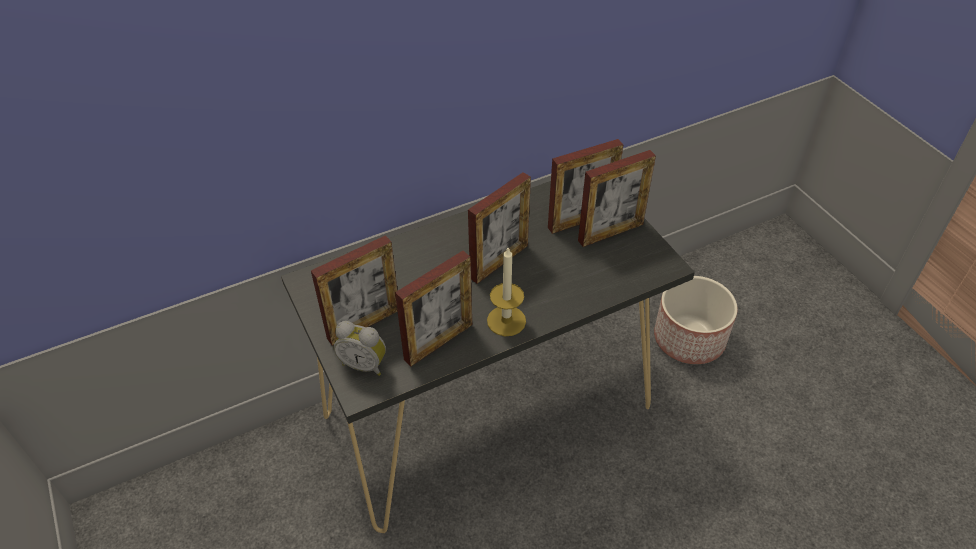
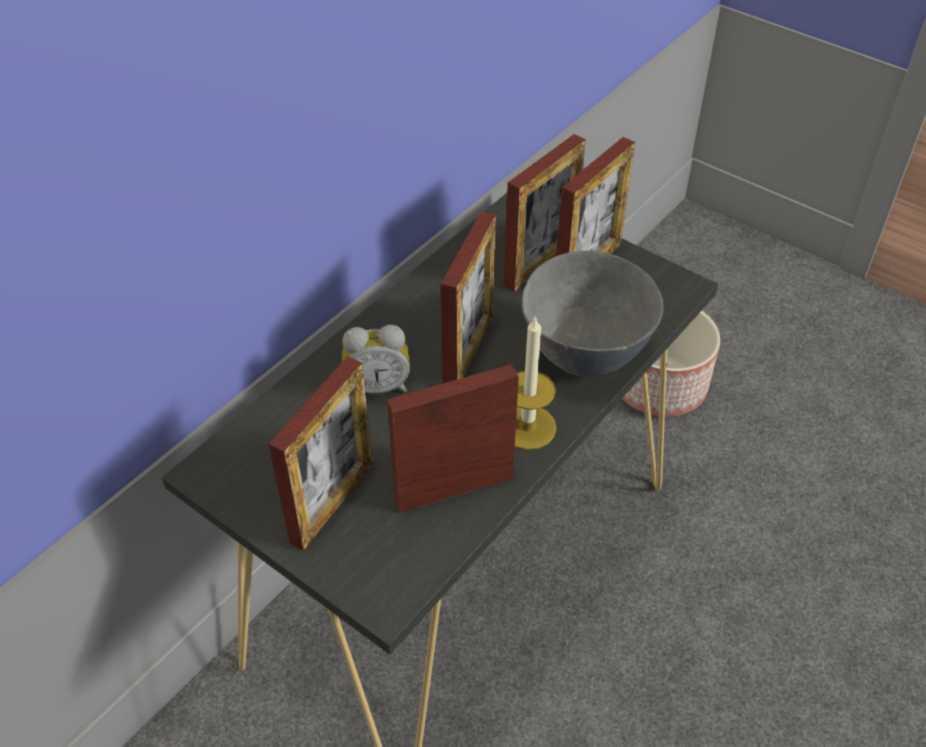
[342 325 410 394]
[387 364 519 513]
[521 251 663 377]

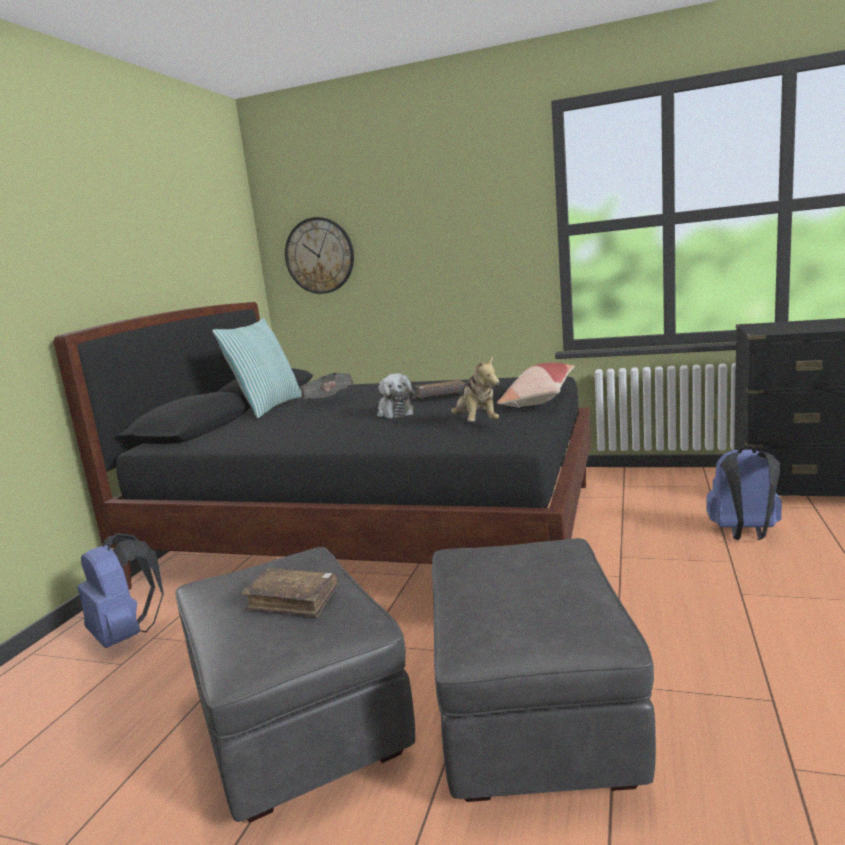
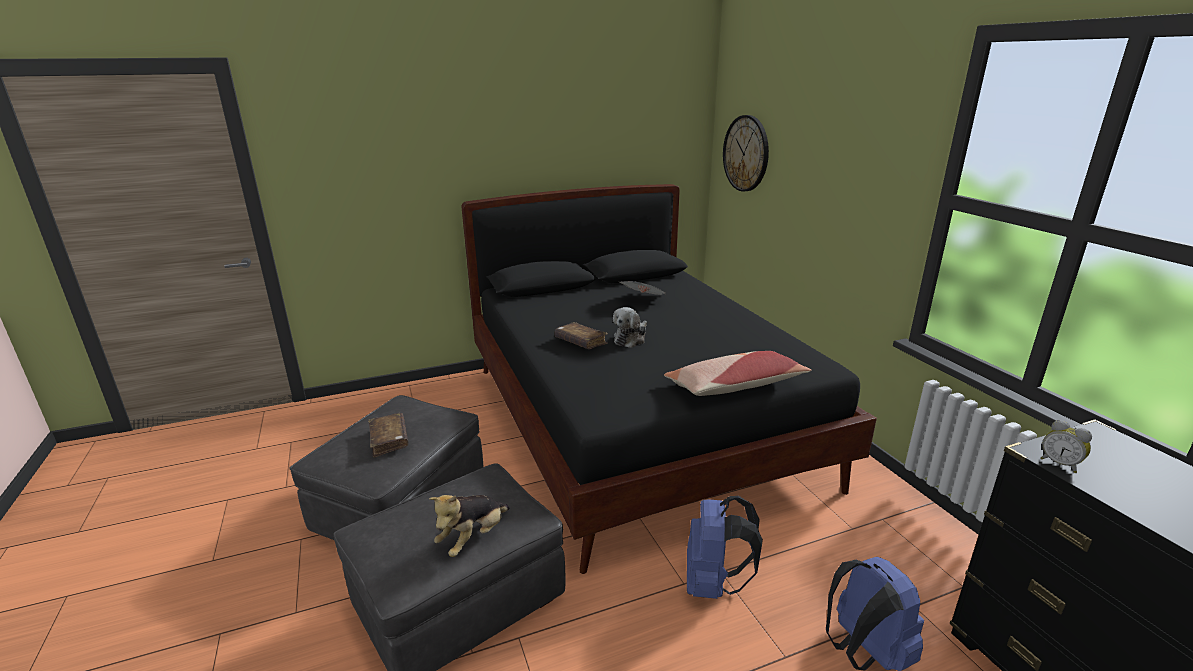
[687 496 763 599]
[212 318 302 418] (first image)
[554 322 608 349]
[429 495 509 557]
[1041 420 1092 473]

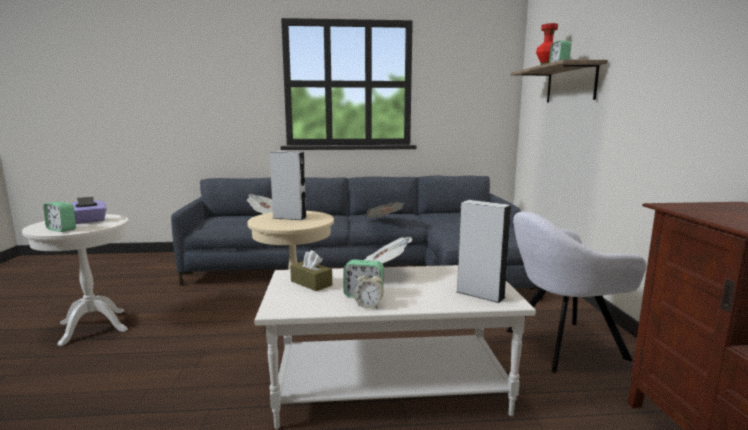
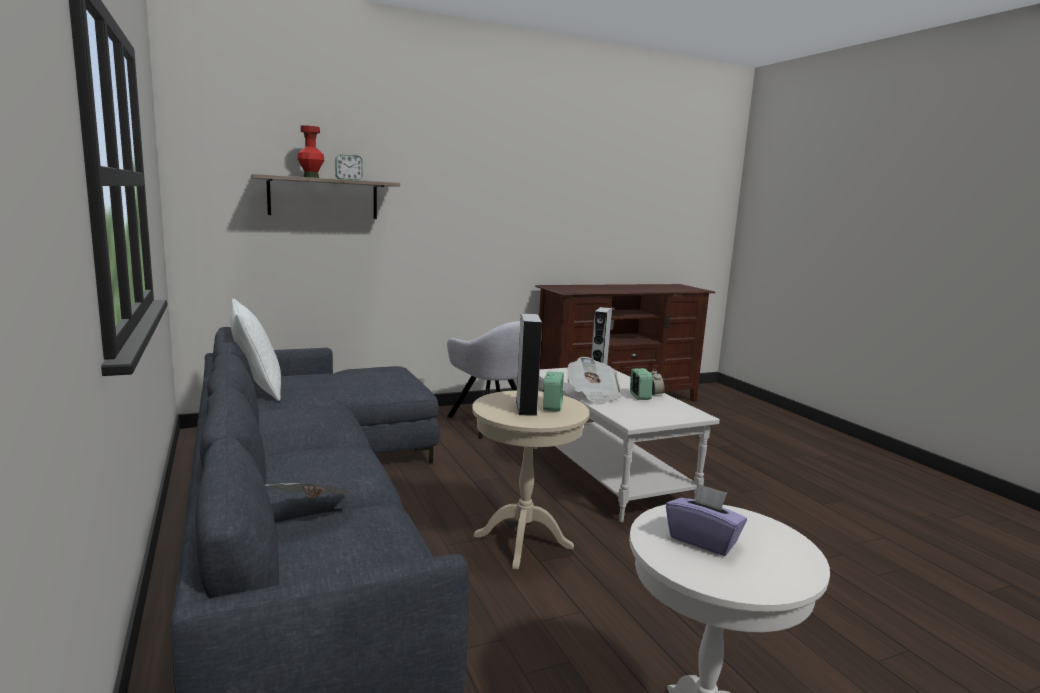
[543 372 564 412]
[290 250 332 291] (first image)
[365 202 404 218] (first image)
[230 298 281 401]

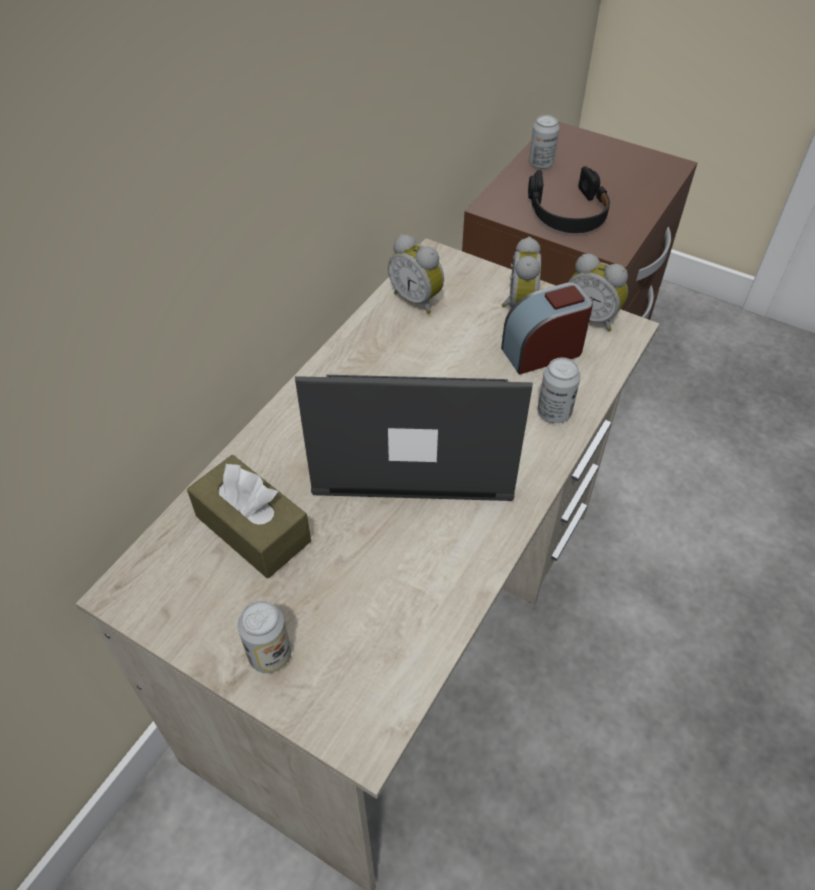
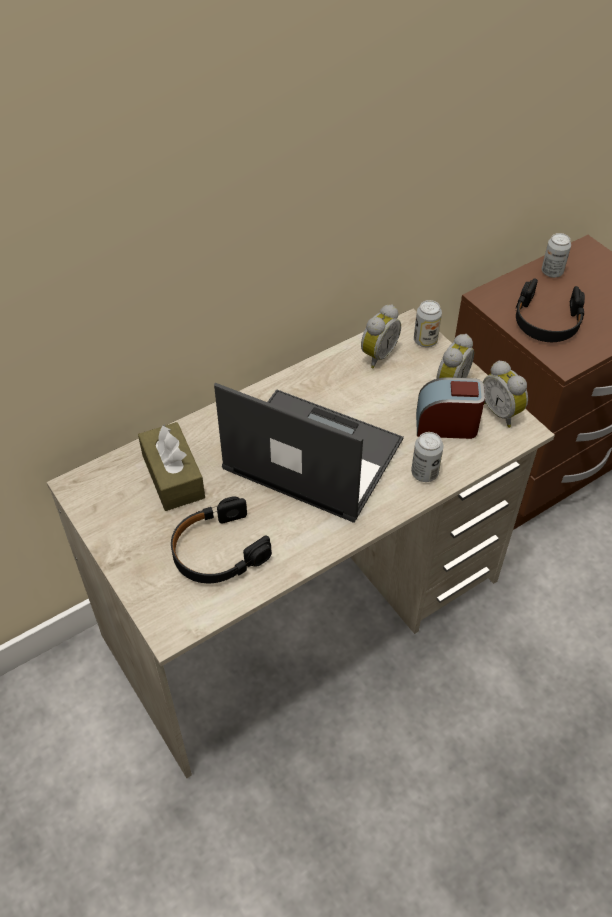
[414 300 442 347]
[361 304 401 368]
[171 496 272 583]

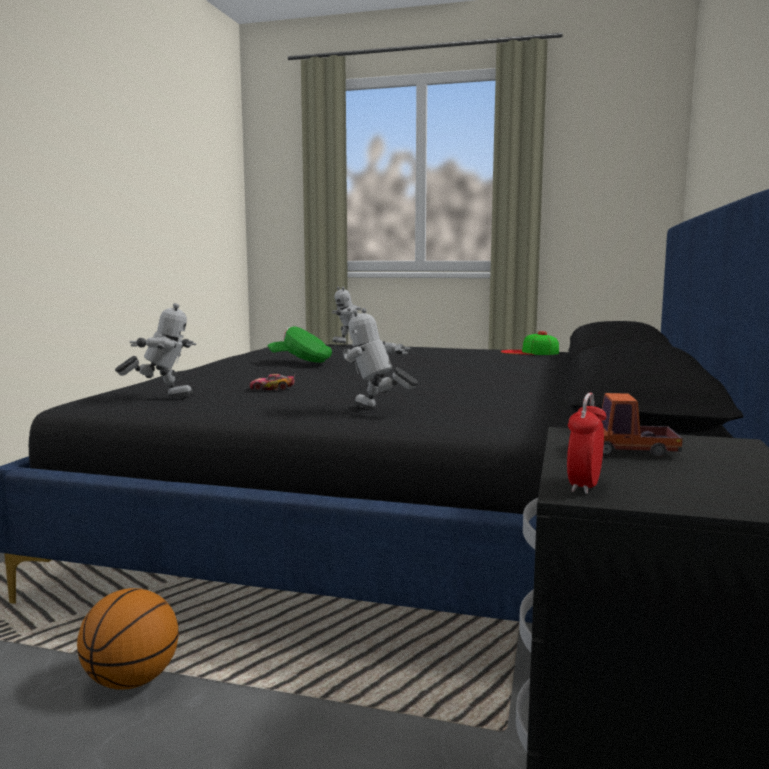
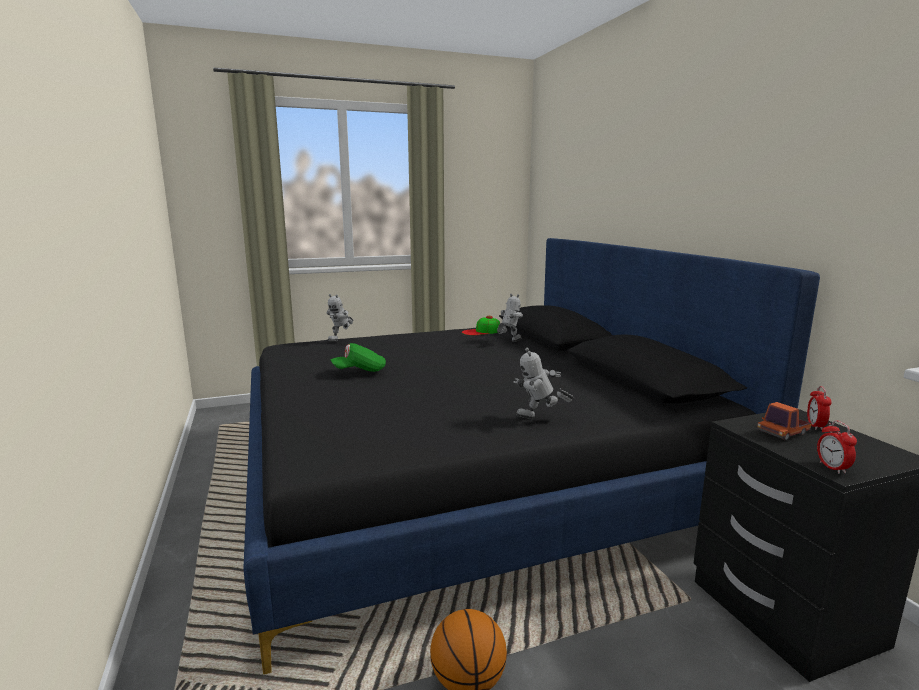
[497 294 523 342]
[250 374 295 391] (first image)
[807 386 832 430]

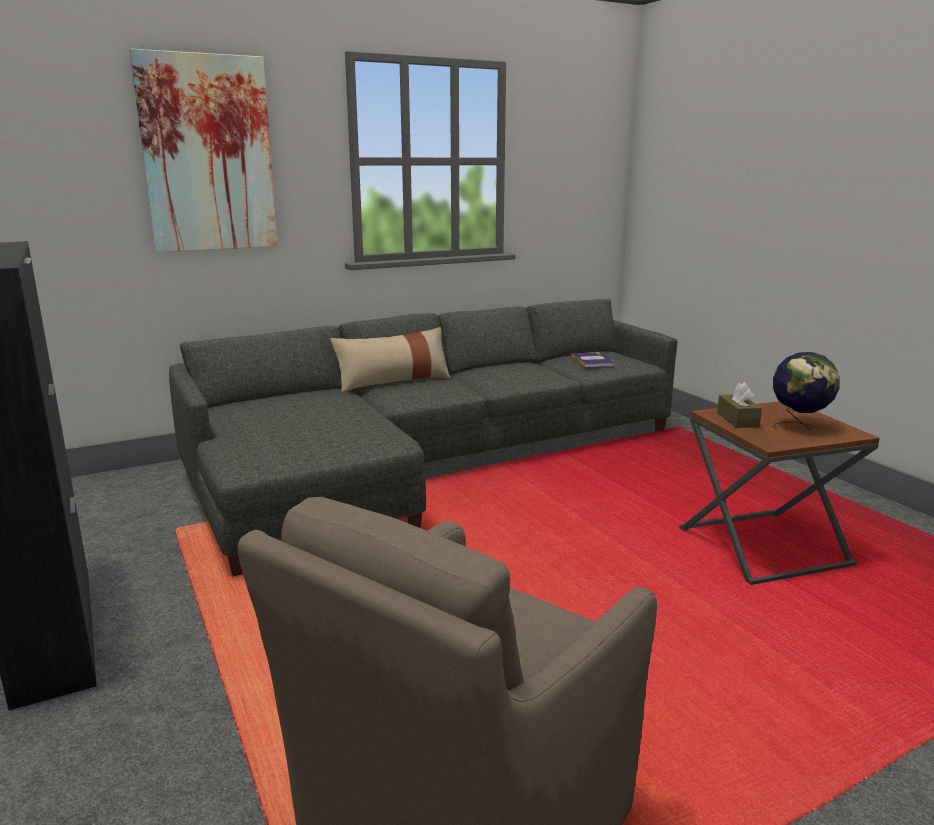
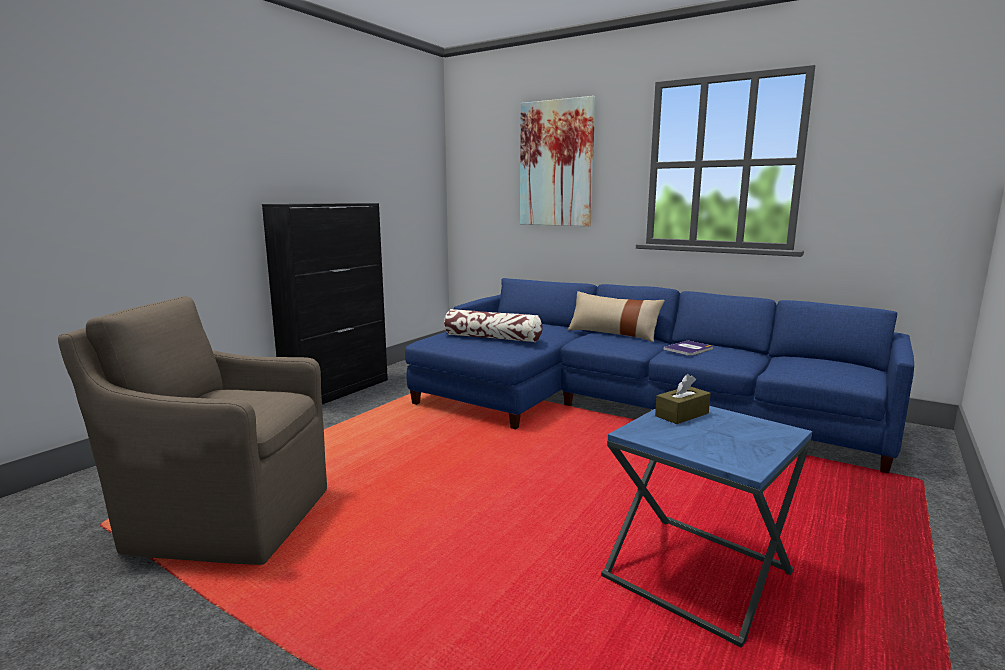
[405 278 914 473]
[663 340 713 356]
[601 406 812 647]
[772 352 840 430] (first image)
[444 309 543 342]

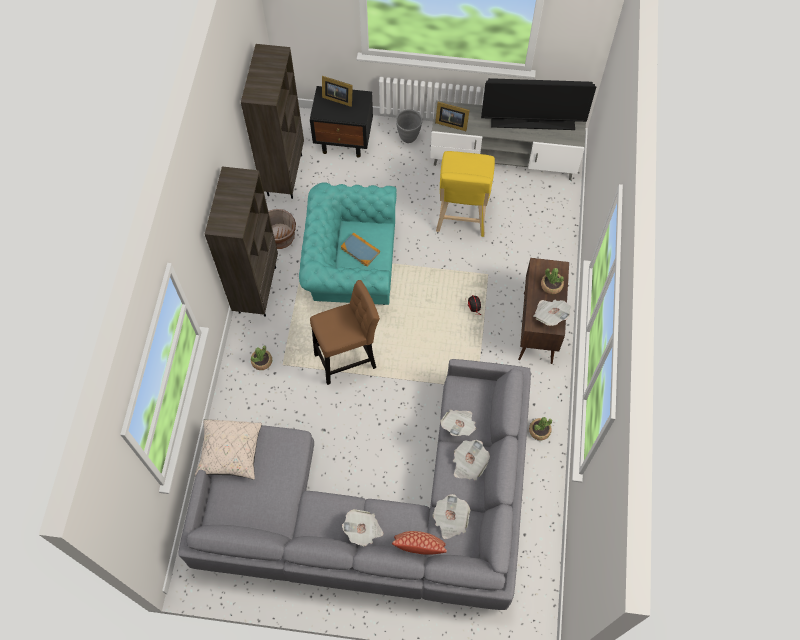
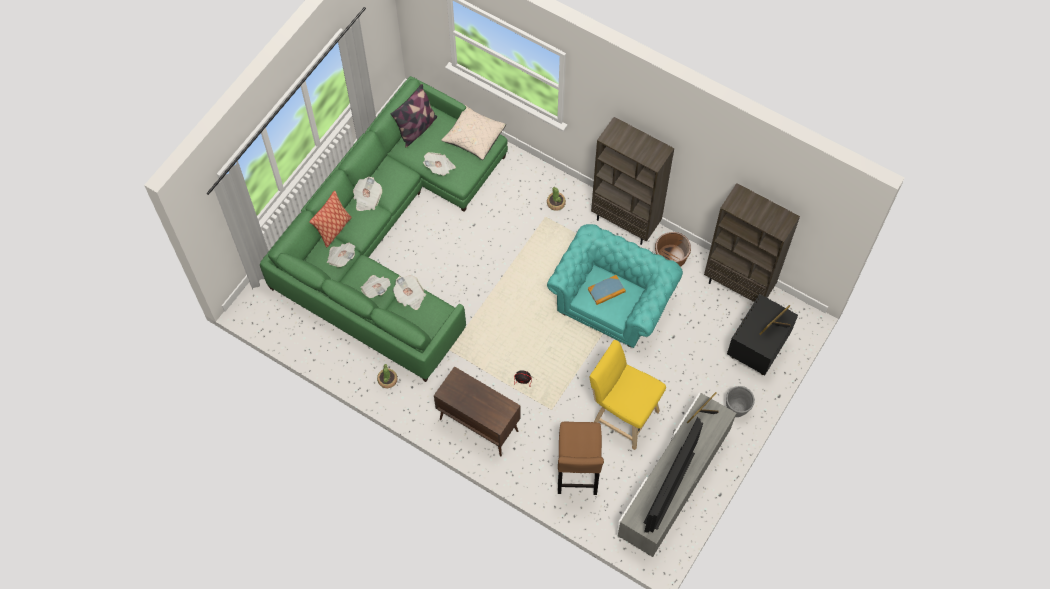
[260 76 508 382]
[558 422 604 495]
[423 152 456 176]
[541 268 564 294] (first image)
[391 84 437 147]

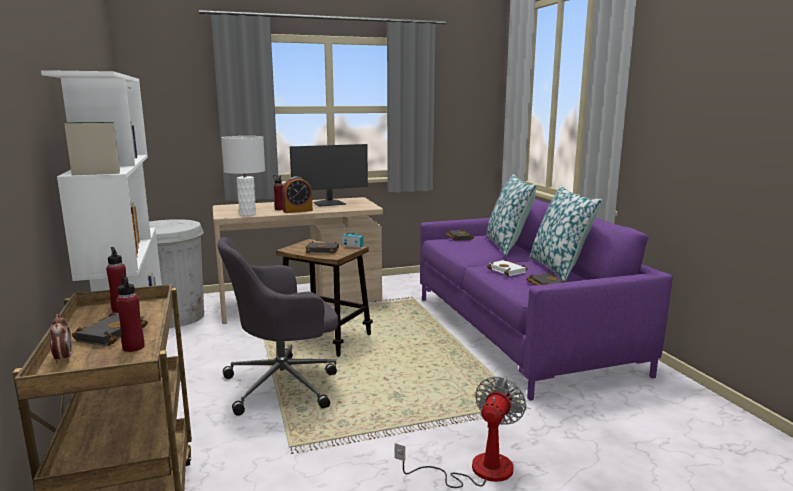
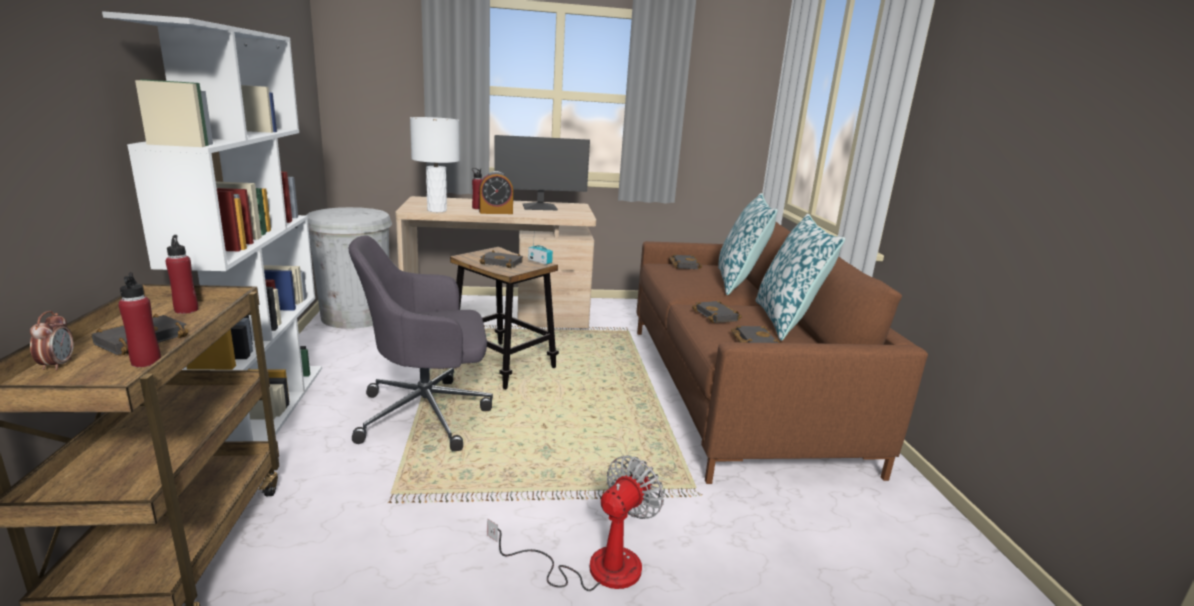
[636 222 928 484]
[692 300 742 323]

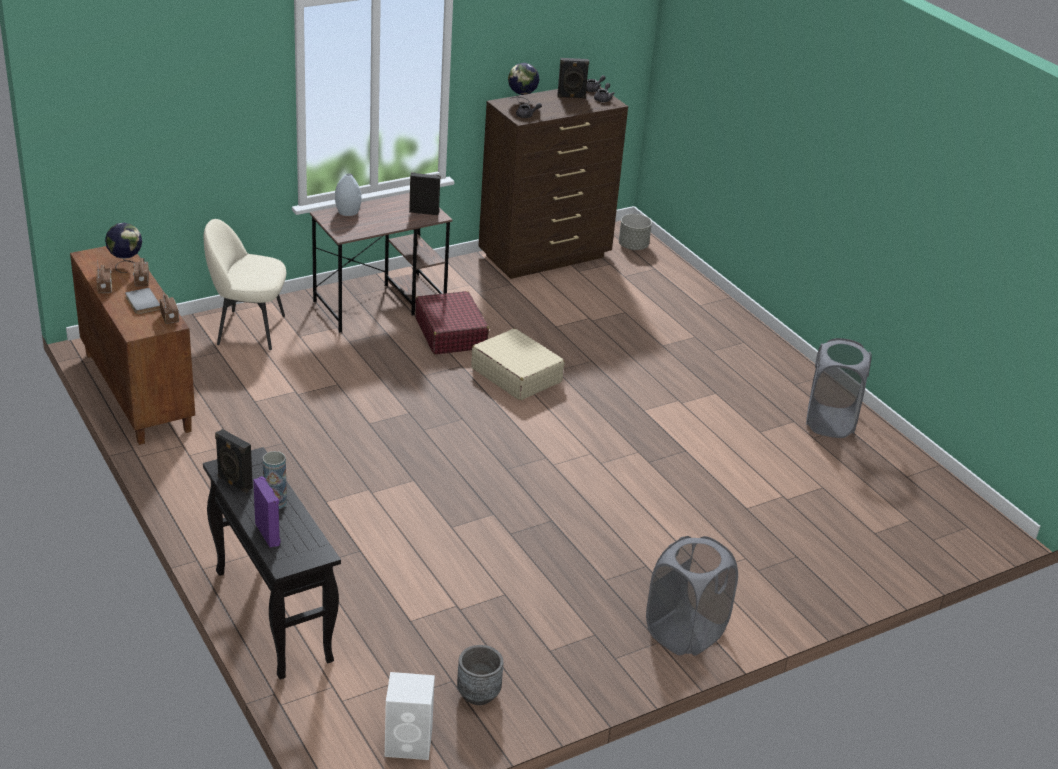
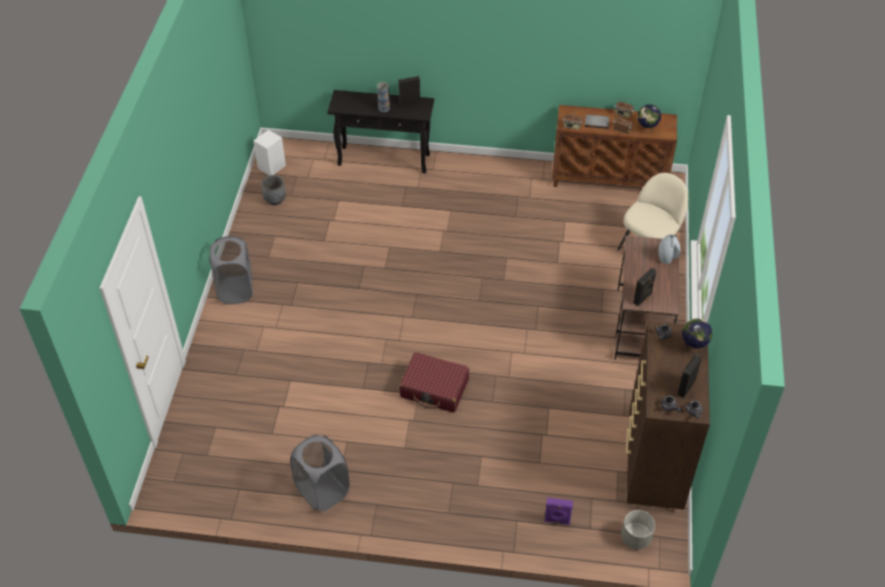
[544 497 573 525]
[399 352 469 413]
[471 328 565 400] (first image)

